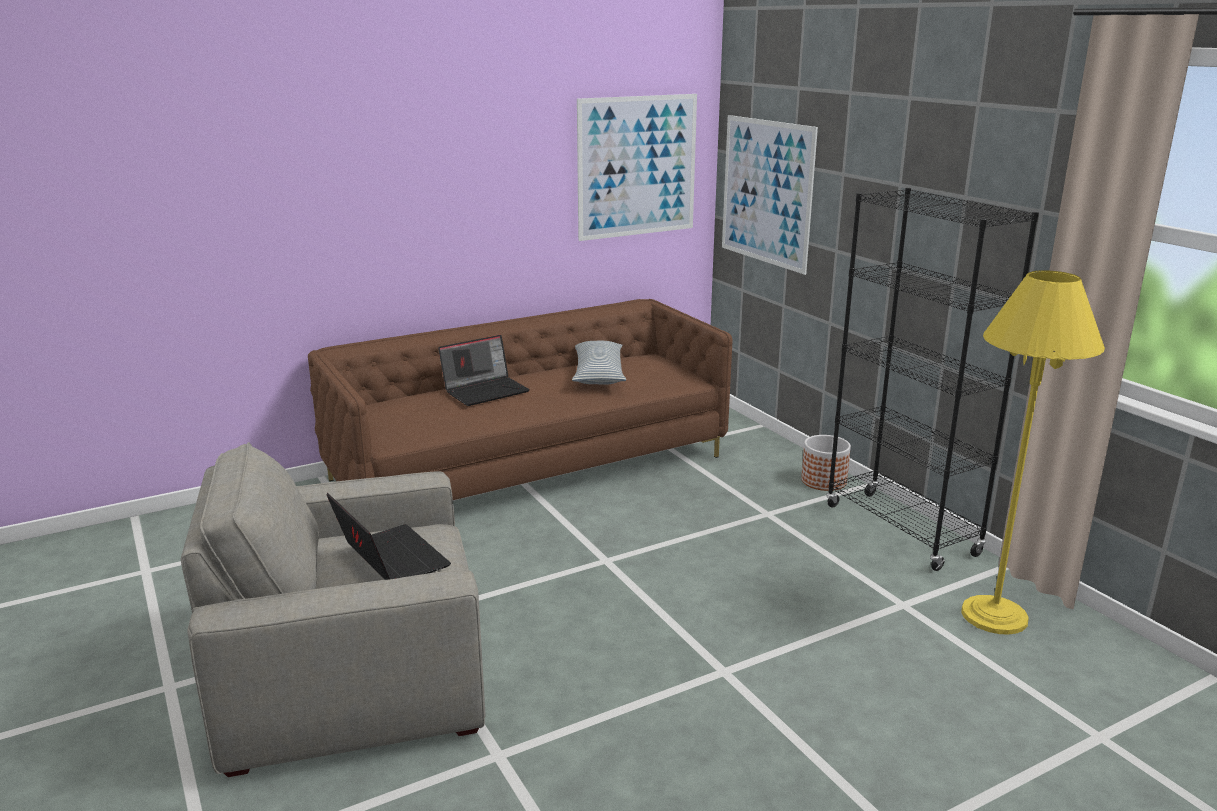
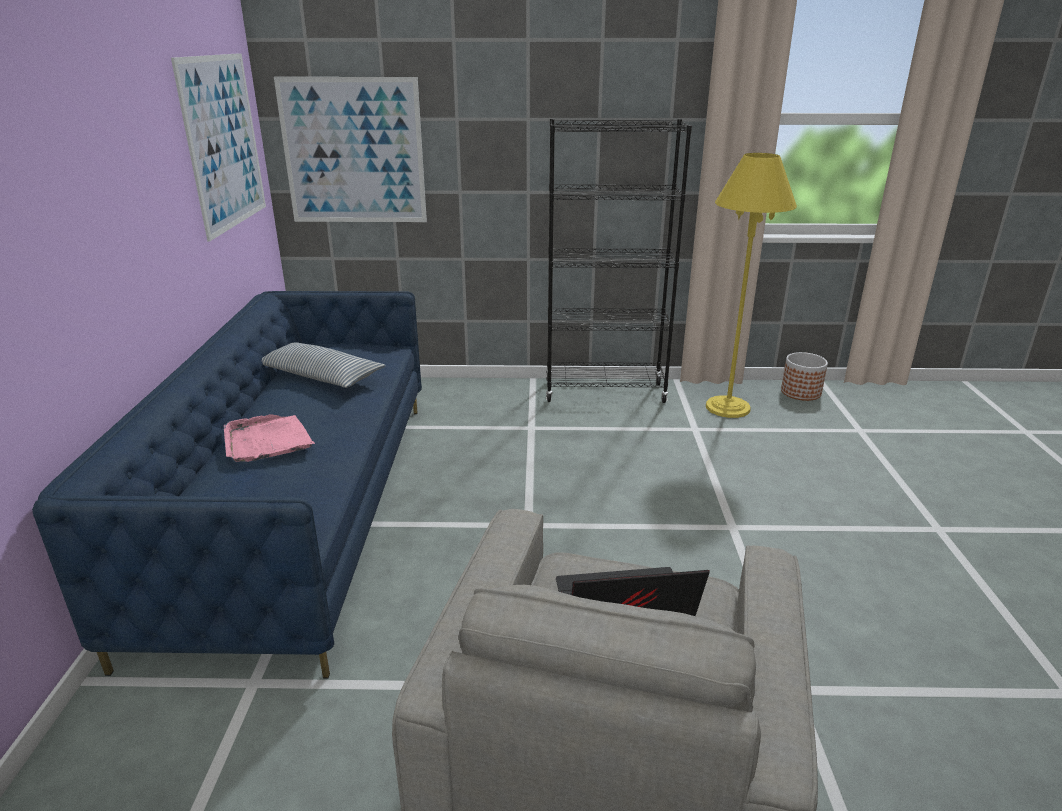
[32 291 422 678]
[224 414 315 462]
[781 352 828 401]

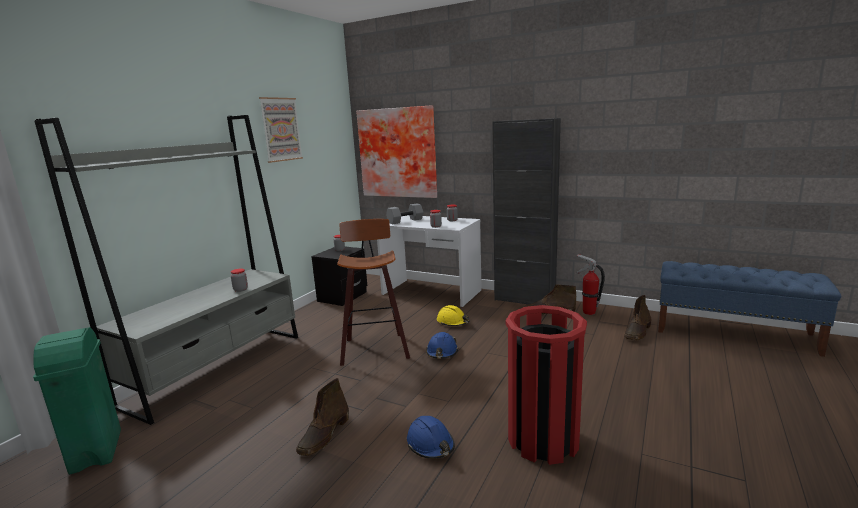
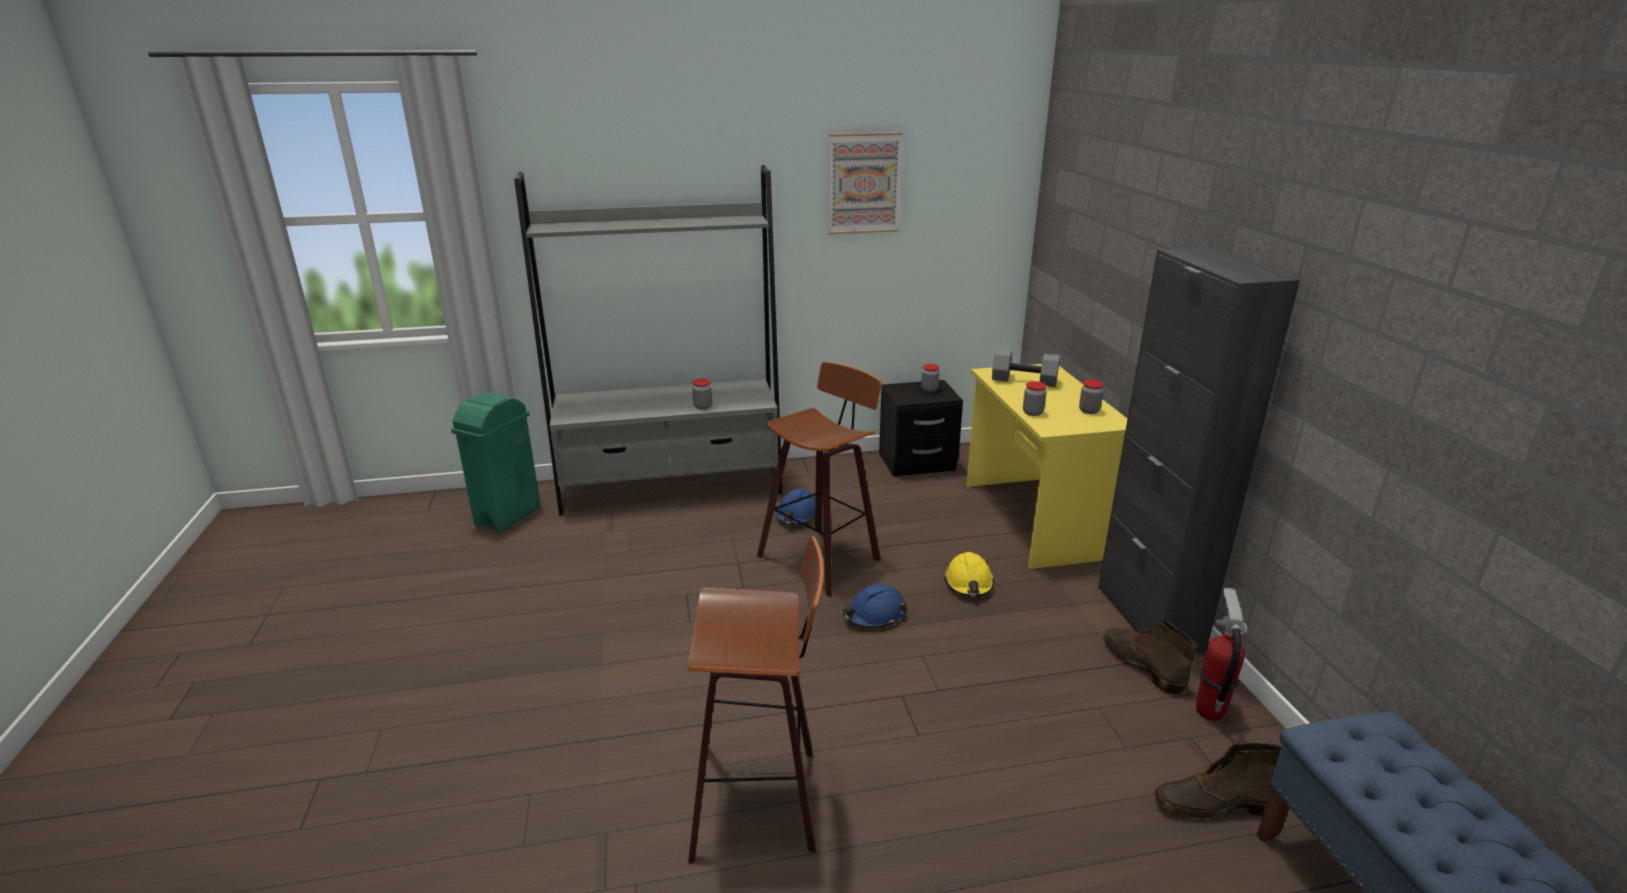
[296 378 349 456] (first image)
[356 105 437 198] (first image)
[966 364 1127 569]
[776 488 815 525]
[687 536 824 864]

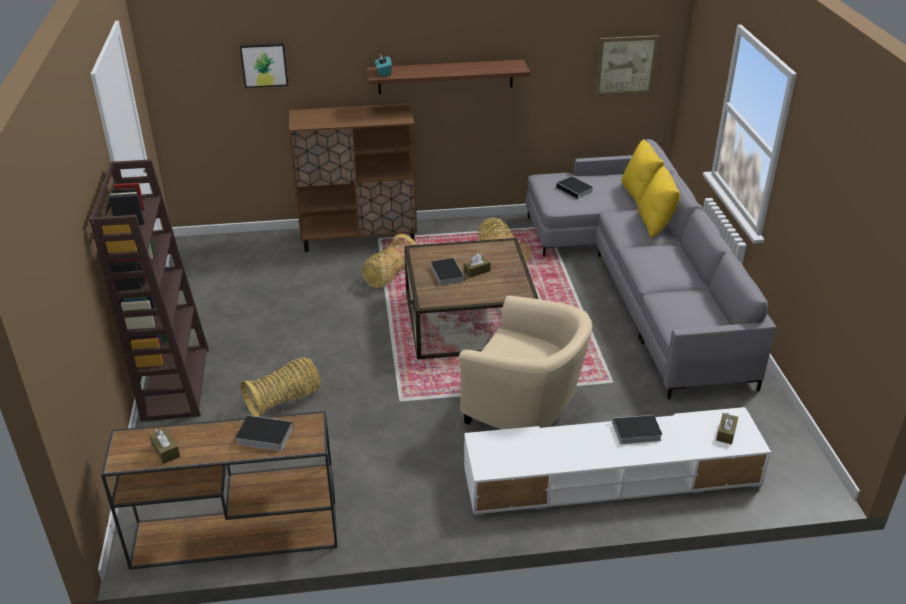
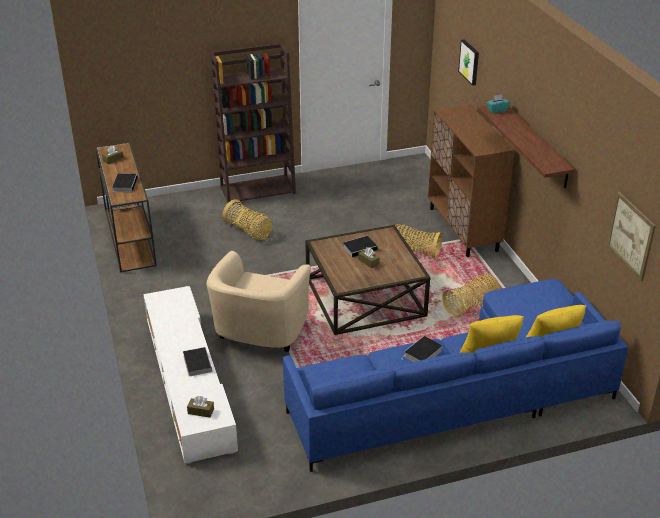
[283 279 628 472]
[401 336 442 362]

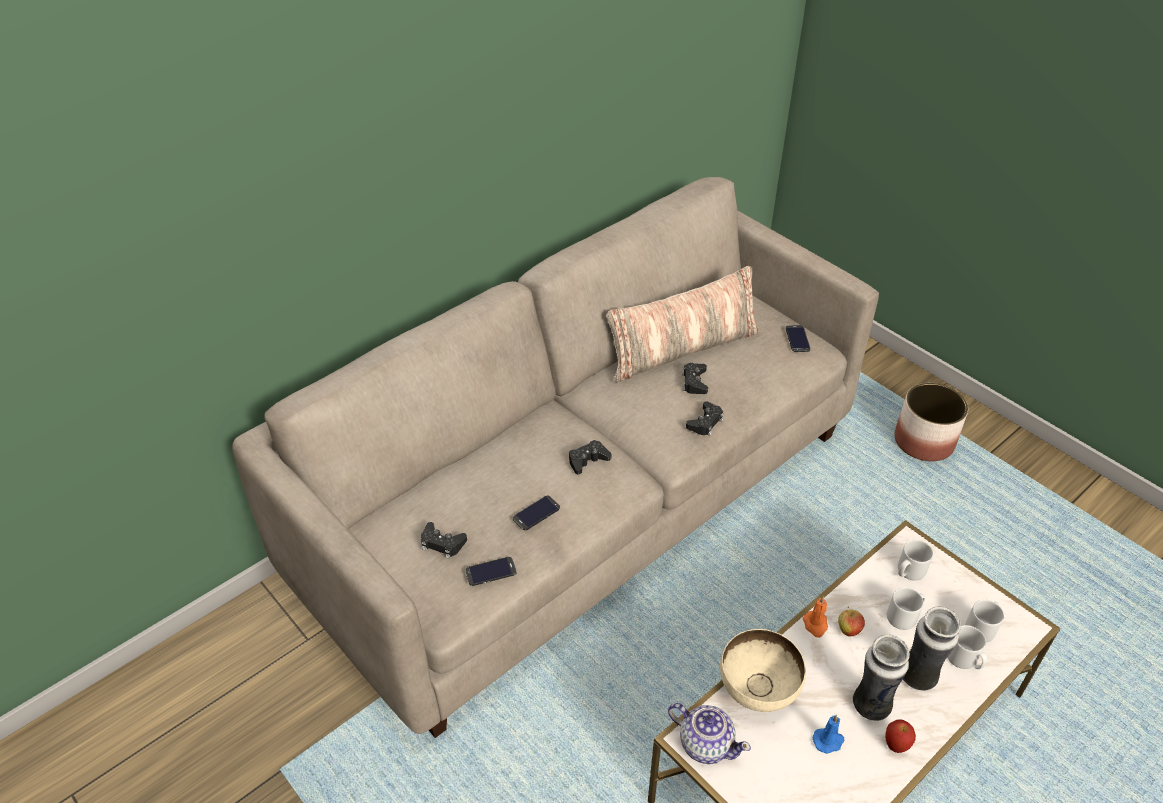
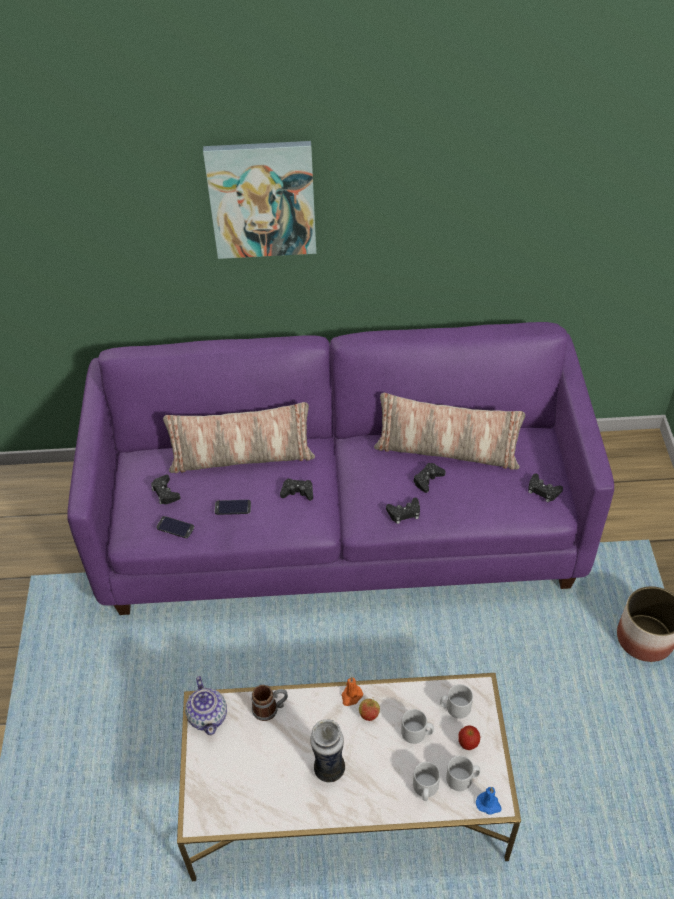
[67 322 614 615]
[252 685 288 721]
[528 473 563 503]
[476 787 501 815]
[458 725 480 750]
[903 606 961 691] (first image)
[163 402 315 473]
[203 141 316 259]

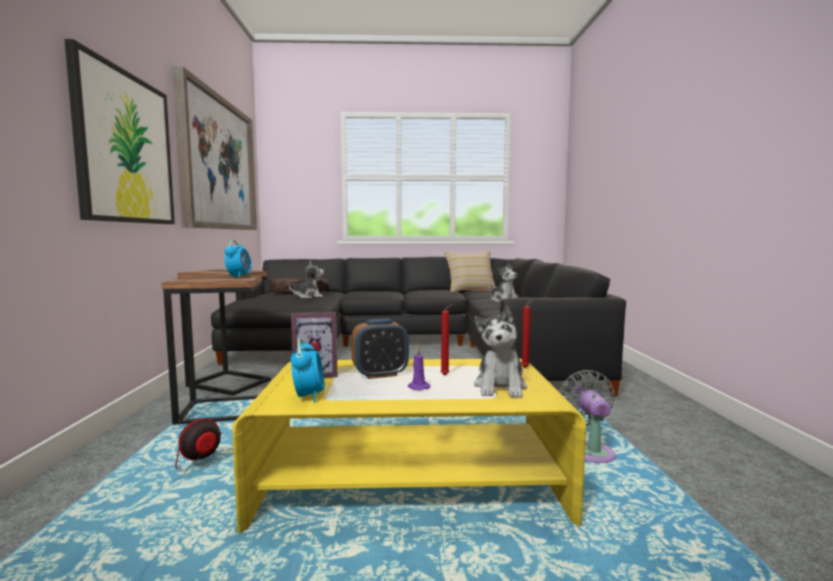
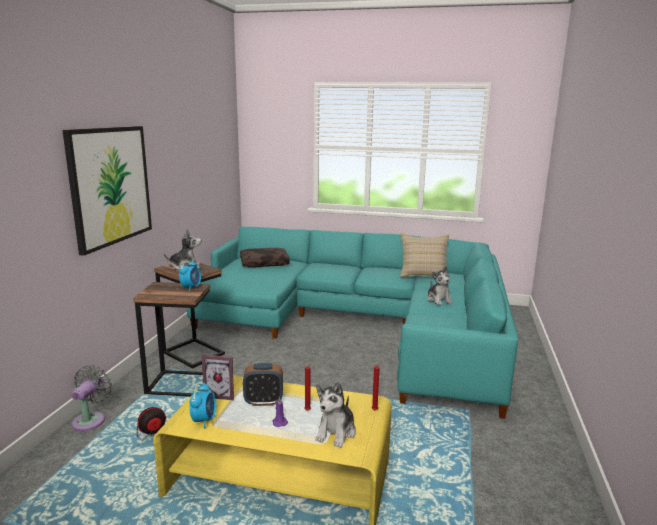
[172 66 257 230] (first image)
[187 227 518 419]
[164 229 201 270]
[72 365 112 431]

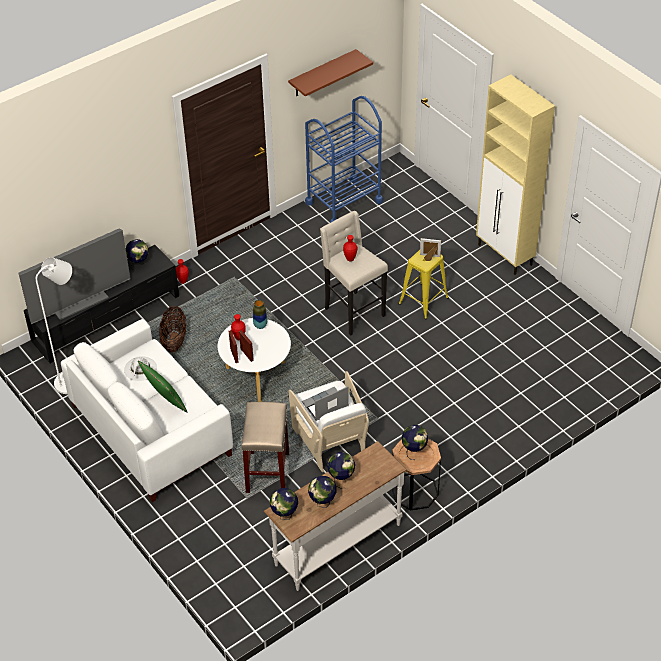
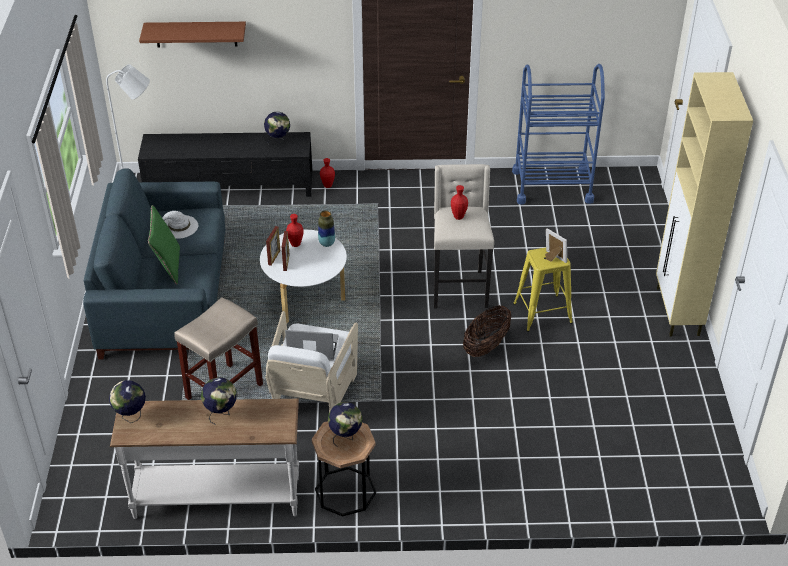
[18 229 130 324] (first image)
[83 168 225 359]
[463 306 511 357]
[139 22 246 47]
[308 476 337 508] (first image)

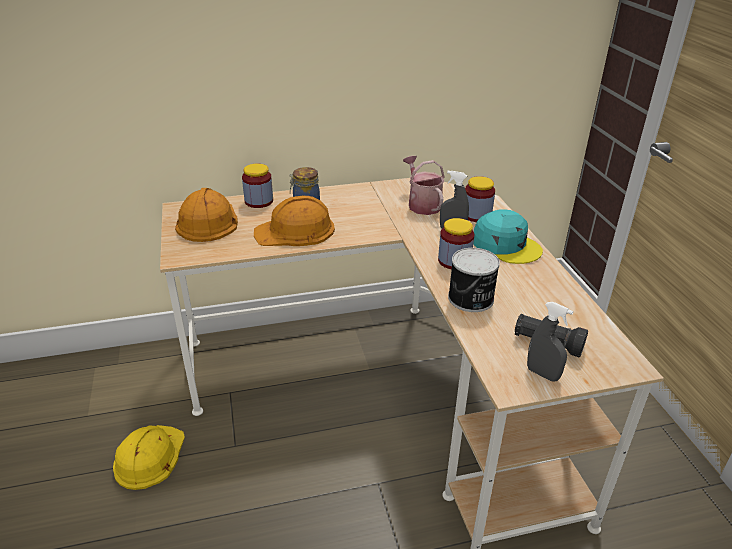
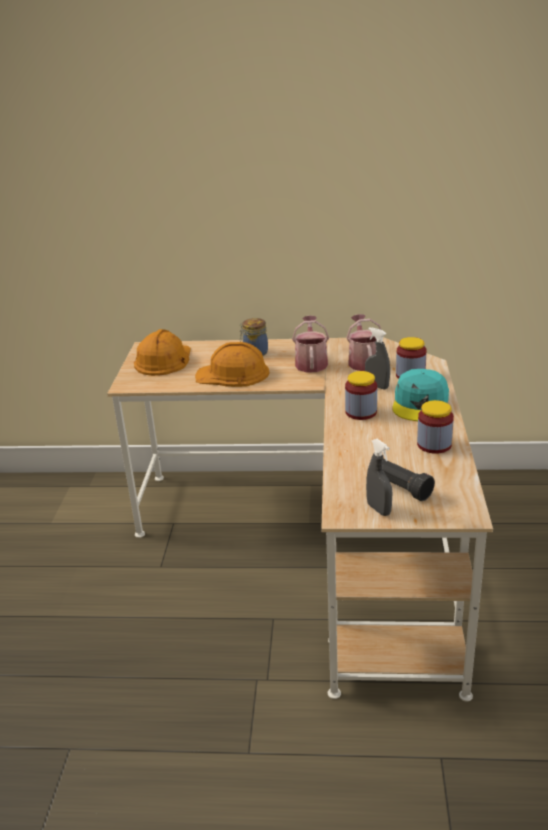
[113 425 185 490] (first image)
[417 400 454 454]
[448 248 500 312] (first image)
[392 369 449 421]
[292 316 329 373]

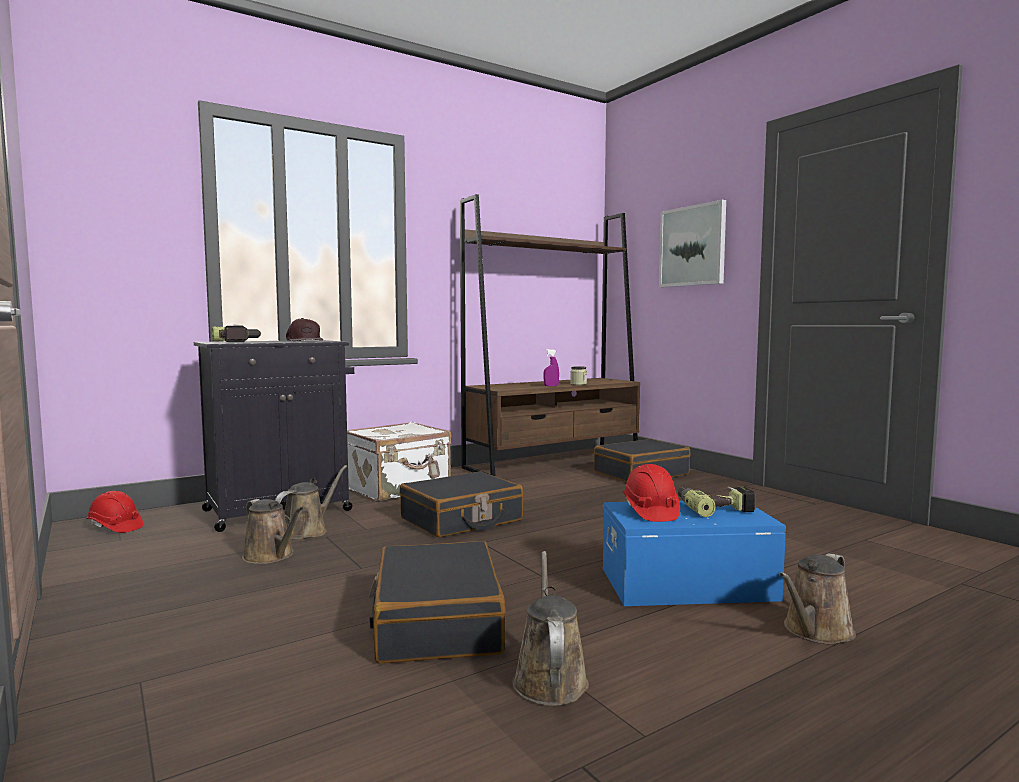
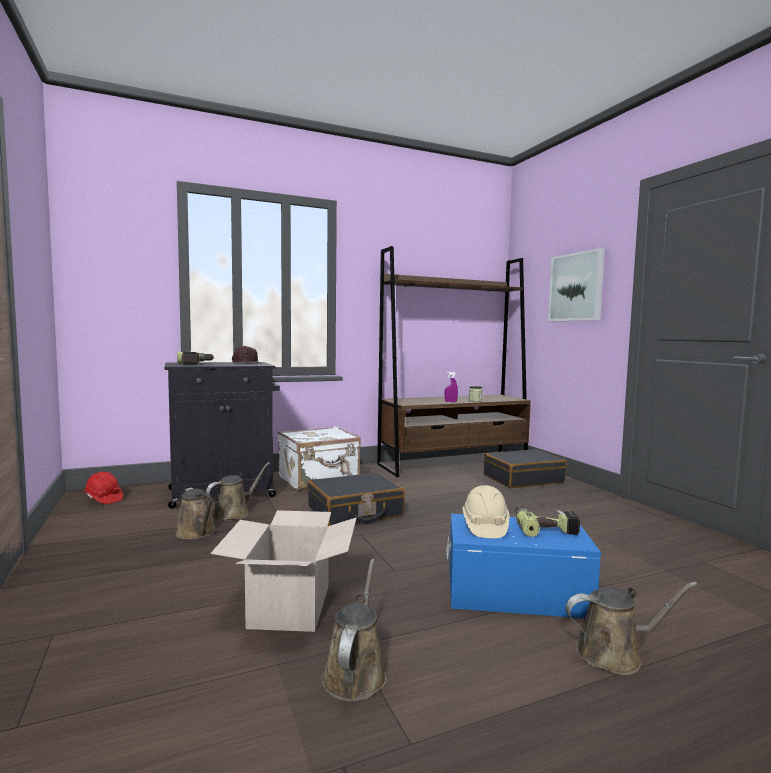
[211 510 356 632]
[462 485 509 538]
[565 582 697 675]

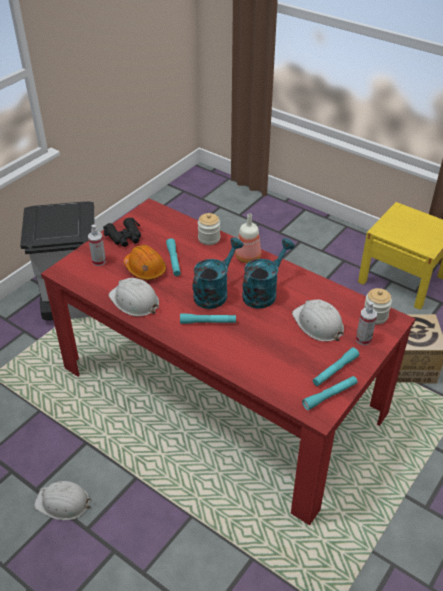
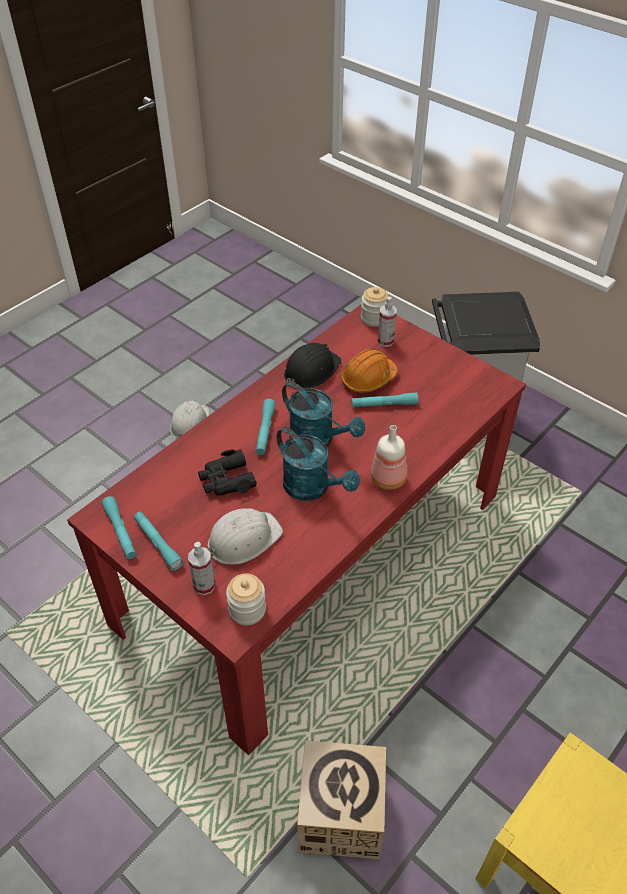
[198 449 257 496]
[284 343 342 389]
[361 287 388 327]

